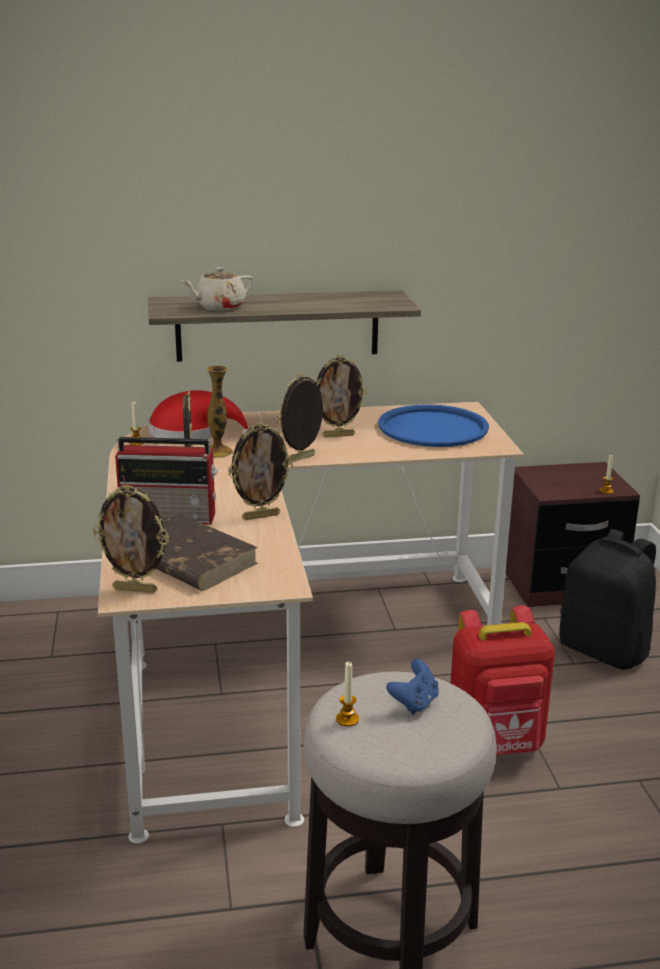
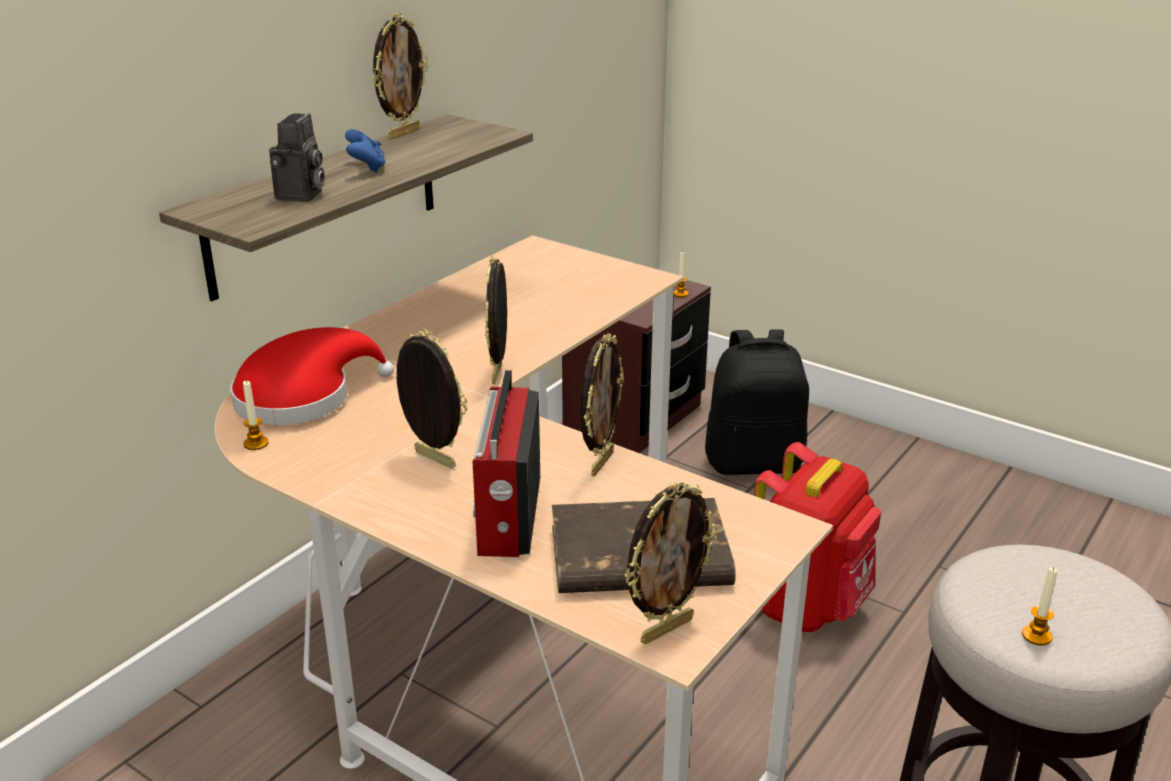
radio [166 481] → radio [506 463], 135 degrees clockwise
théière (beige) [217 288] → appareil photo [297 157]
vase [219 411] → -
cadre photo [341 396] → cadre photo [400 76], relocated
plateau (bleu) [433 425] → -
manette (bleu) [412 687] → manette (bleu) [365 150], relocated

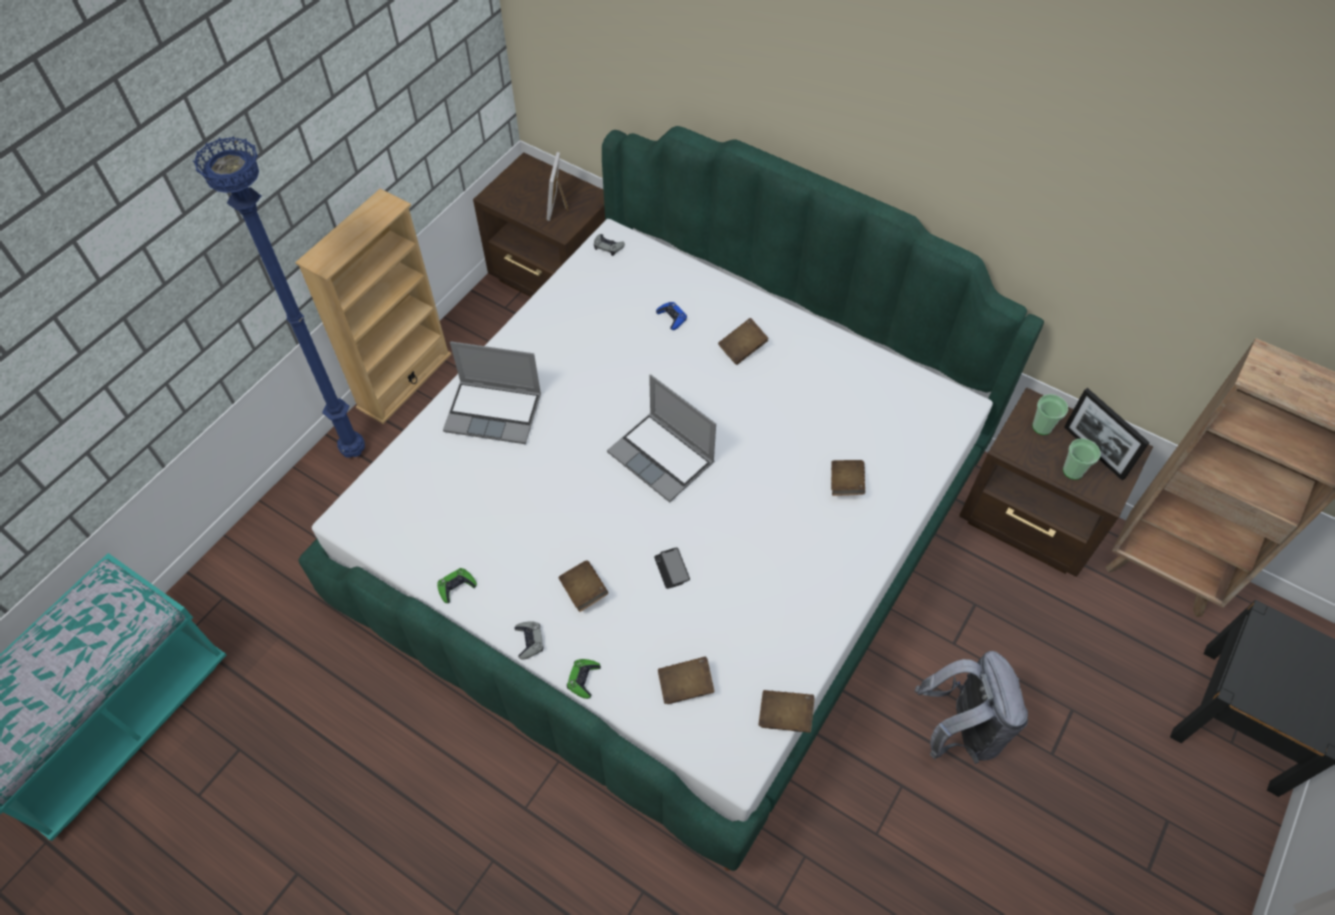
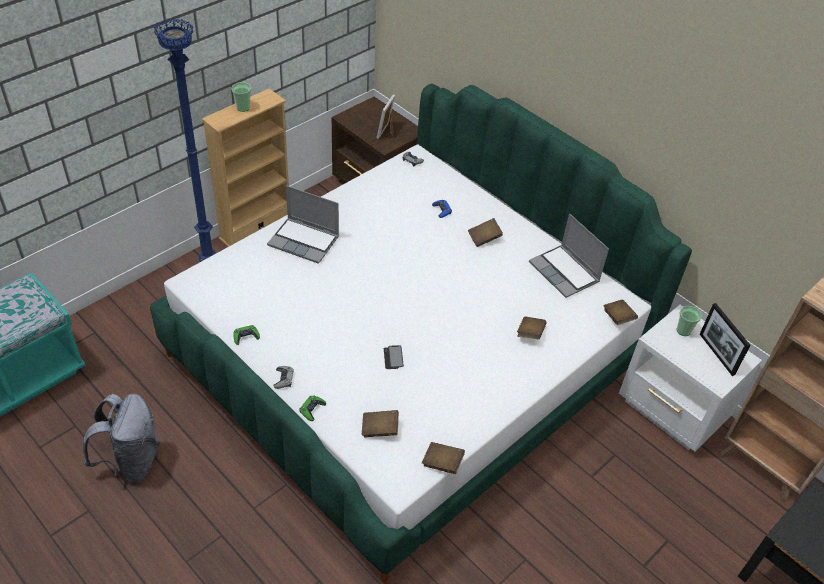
livre (marron) [583 586] → livre (marron) [620 312], relocated
ordinateur portable [661 438] → ordinateur portable [569 256], relocated
sac à dos (gris) [971 707] → sac à dos (gris) [121 438], relocated
table de chevet (marron) [1056 482] → table de chevet (blanc) [690 378]
tasse [1082 459] → tasse [241 97], relocated

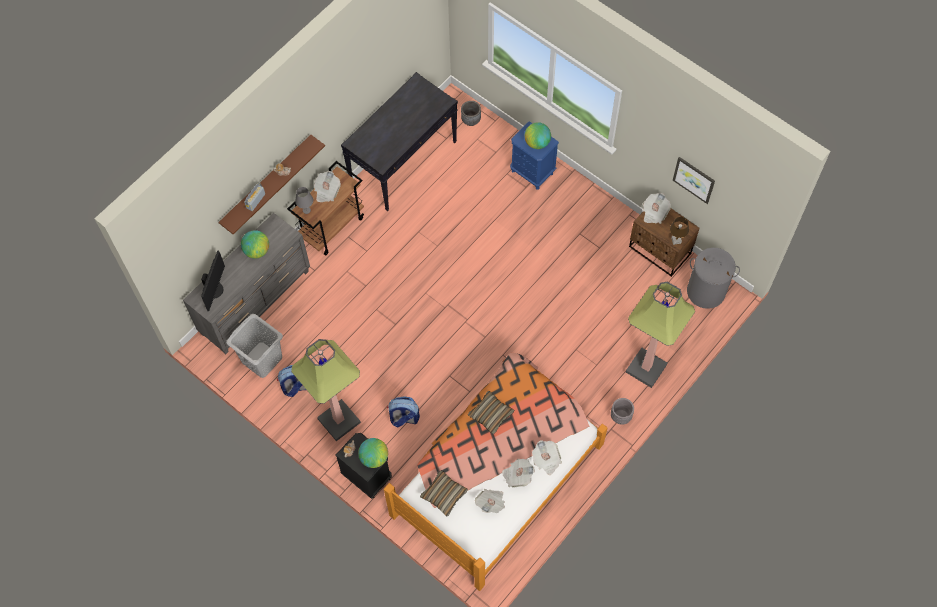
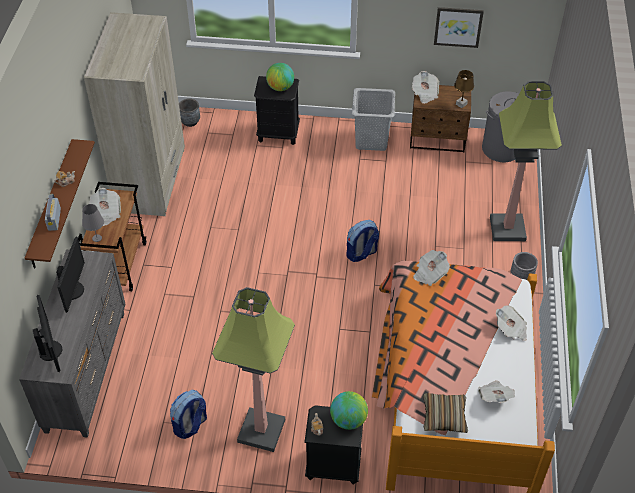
panier à linge (gris) [254 346] → panier à linge (gris) [373 119], relocated
globe [255 244] → écran d'ordinateur [70 275]
table console (noir) [399 141] → armoire (beige) [134 114]
sac à dos [403 411] → sac à dos [362 241], relocated
coussin [491 412] → -
journal [518 473] → journal [431 268], relocated
table de chevet (bleu) [534 155] → table de chevet (noir) [277 110]

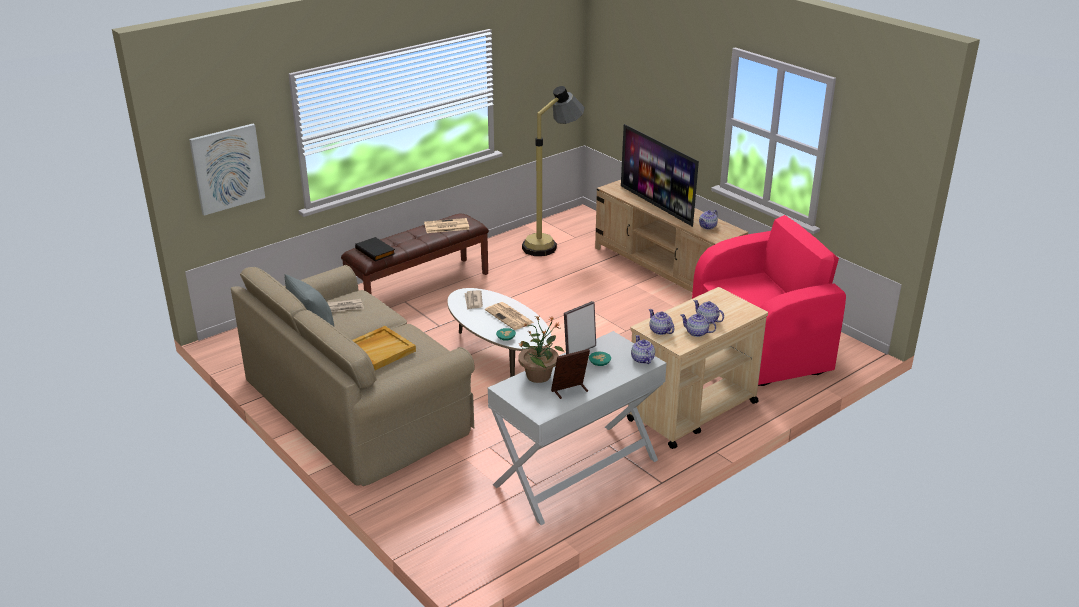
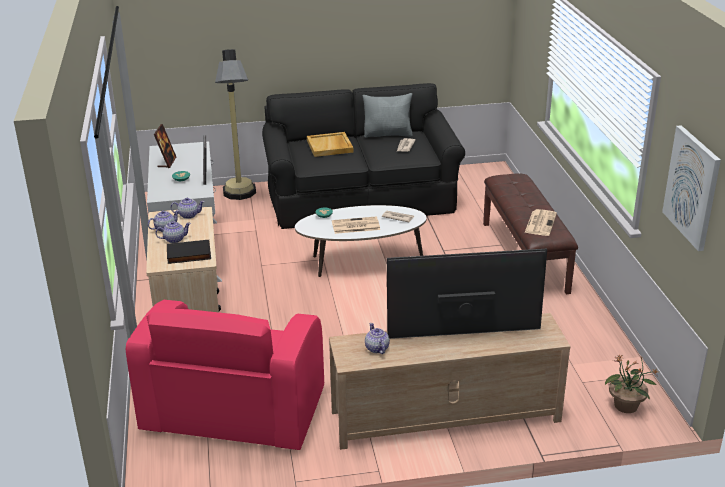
tableau [227 170] → tableau [691 188], relocated
canapé (beige) [352 375] → canapé (noir) [363 156]
livre (noir) [375 249] → livre (noir) [189 252], relocated
plante en pot [541 349] → plante en pot [631 383], relocated
lampadaire [553 171] → lampadaire [235 124], relocated
théière [643 349] → -

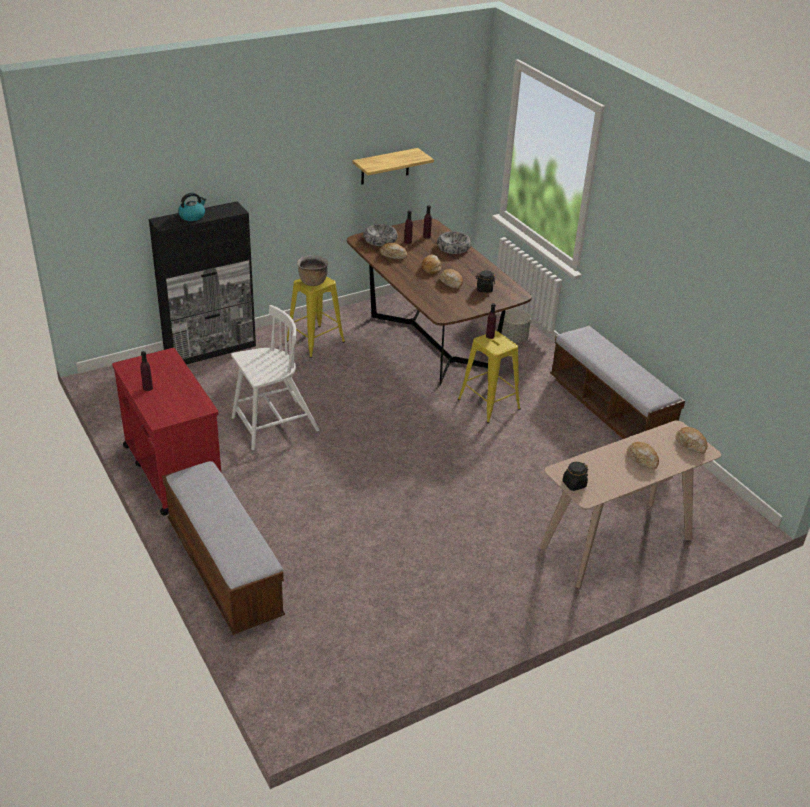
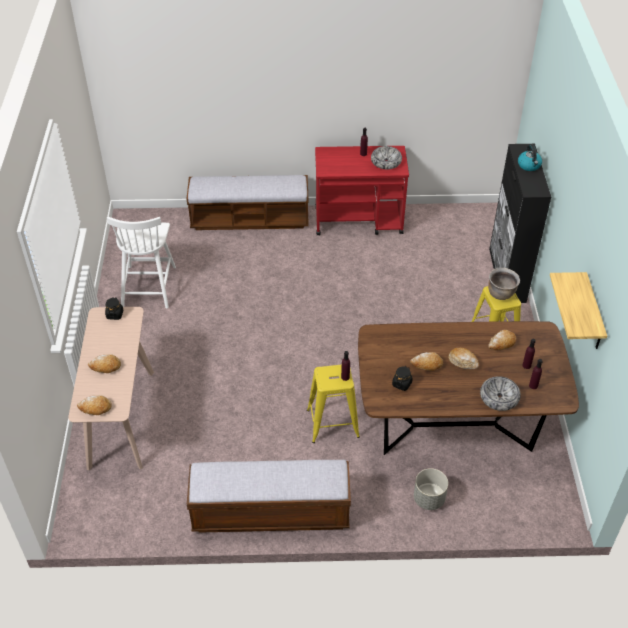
chaise (blanc) [275 377] → chaise (blanc) [141 263], relocated
bol [380 235] → bol [386 157], relocated

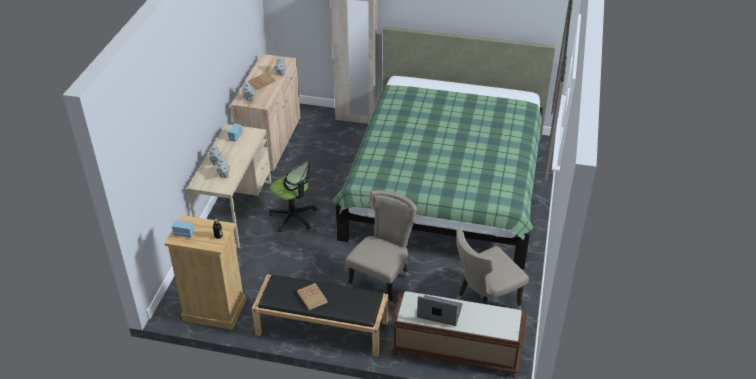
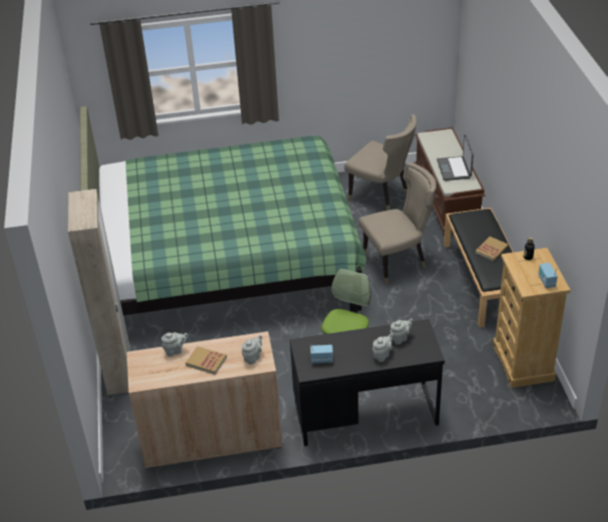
bureau (beige) [229 186] → bureau (noir) [367 382]
chaise (beige) [381 248] → chaise (beige) [397 223], 150 degrees clockwise

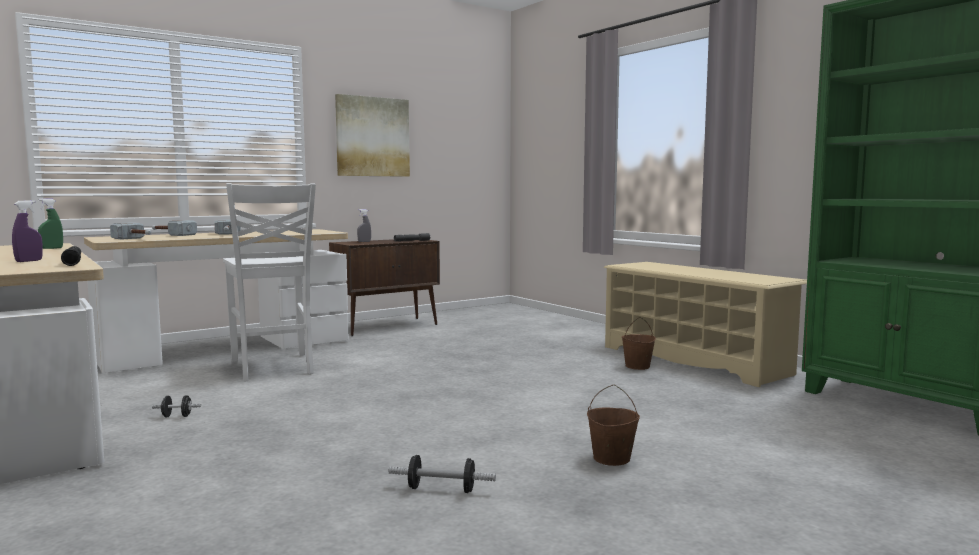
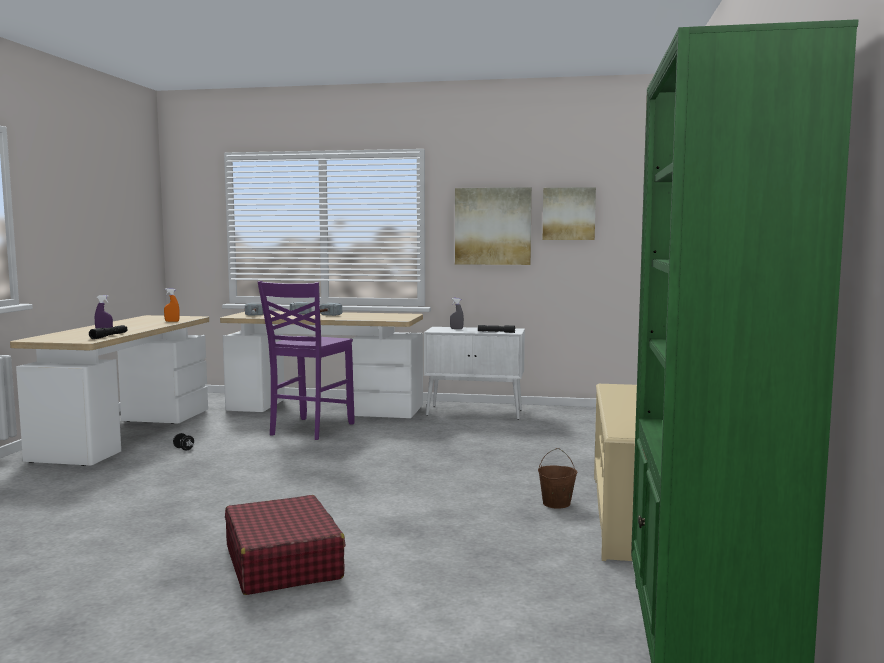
vaporisateur (vert) [50 223] → vaporisateur (orange) [172 305]
chaise (blanc) [269 282] → chaise (violet) [306 360]
meuble de rangement (marron) [384 287] → meuble de rangement (blanc) [474 373]
haltère [442 474] → -
seau (marron) [613 425] → valise (rouge) [285 545]
- → tableau [569 213]

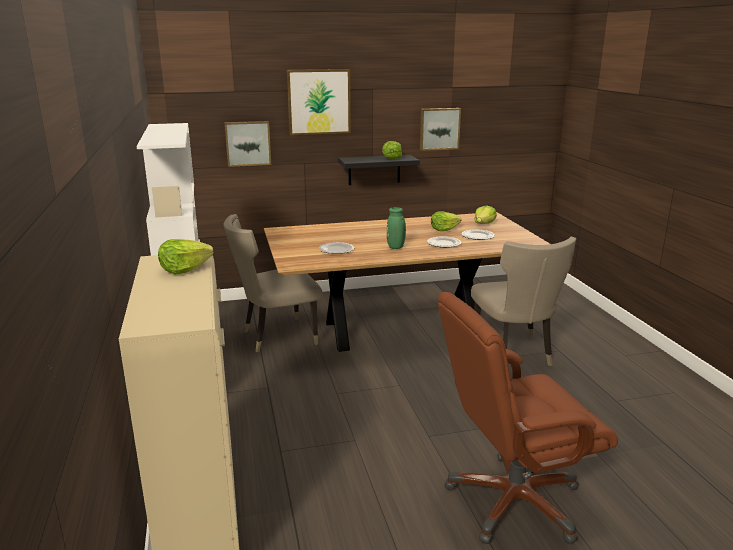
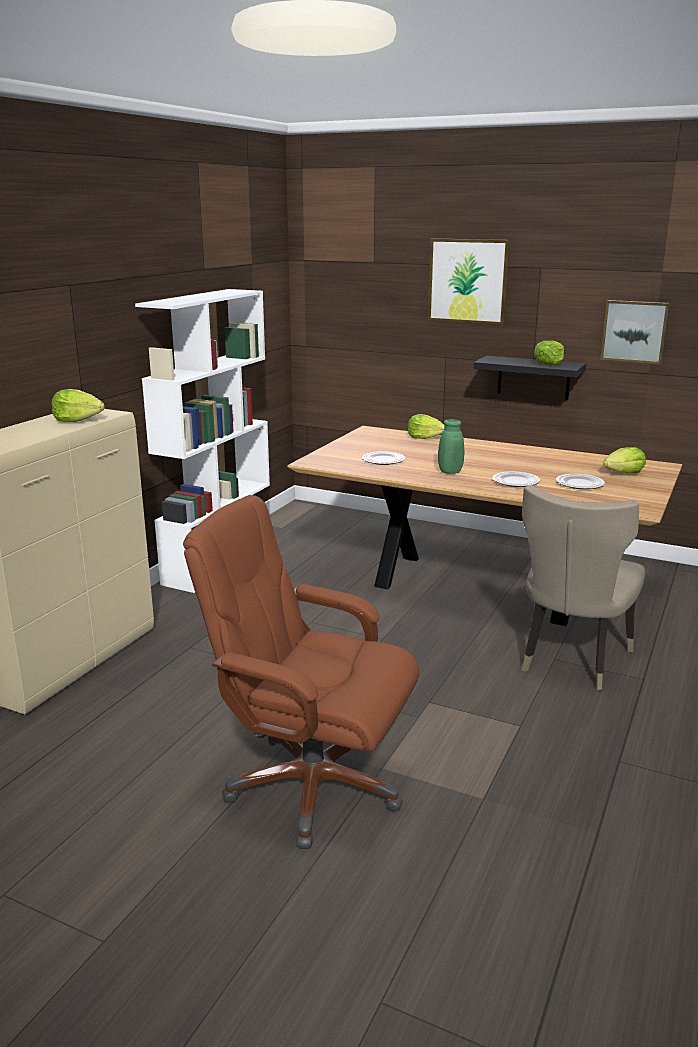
chaise (beige) [272 283] → -
tableau [248 144] → -
laitue [446 221] → laitue [426 426], relocated

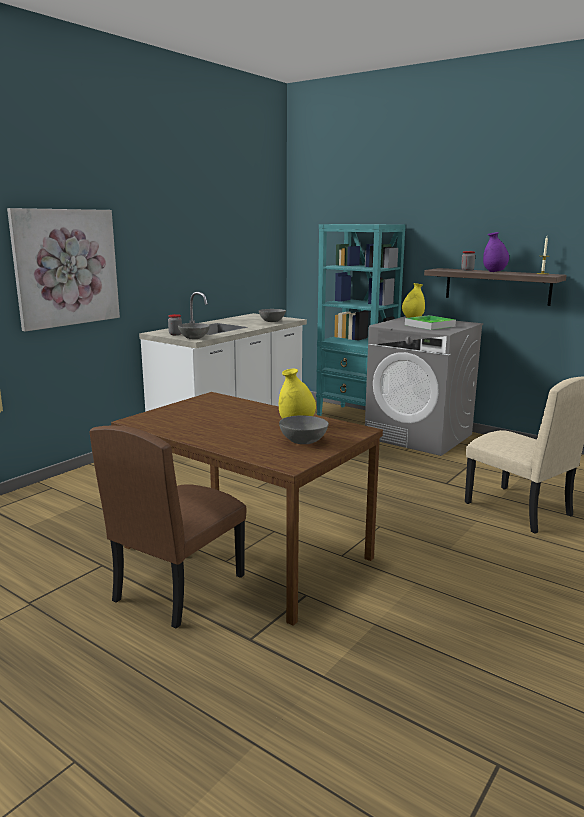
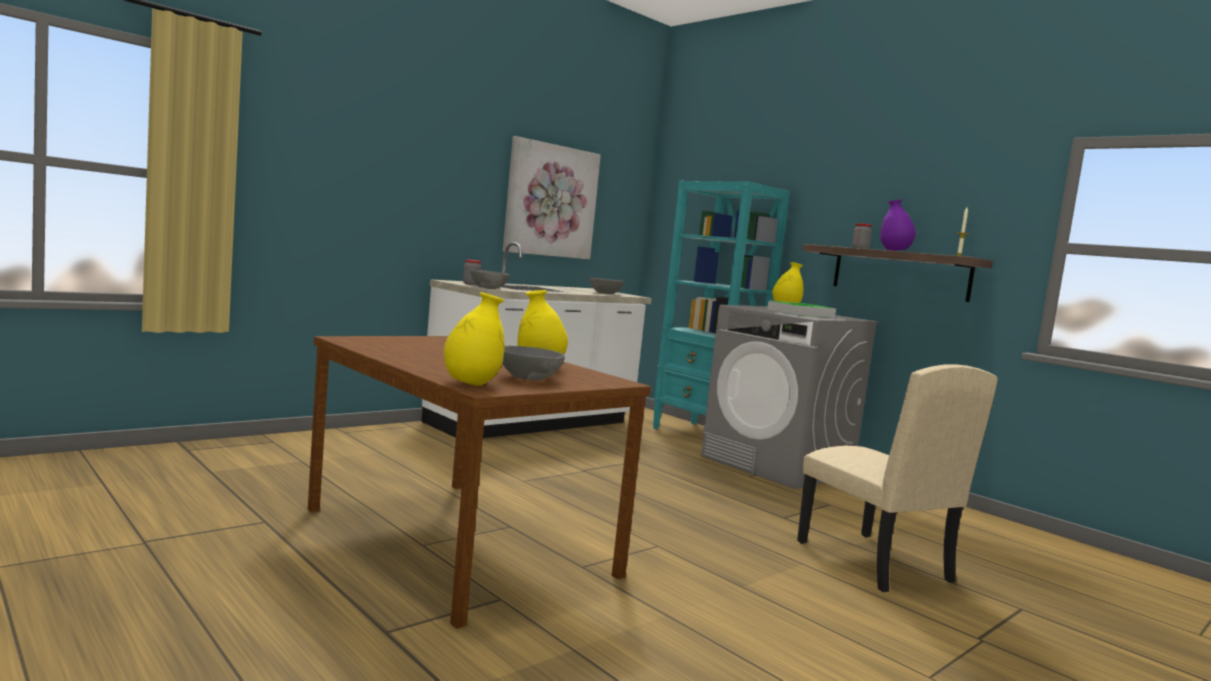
tableau [63 270] → tableau [552 197], relocated
chaise (marron) [168 527] → -
- → vase (jaune) [474 339]

